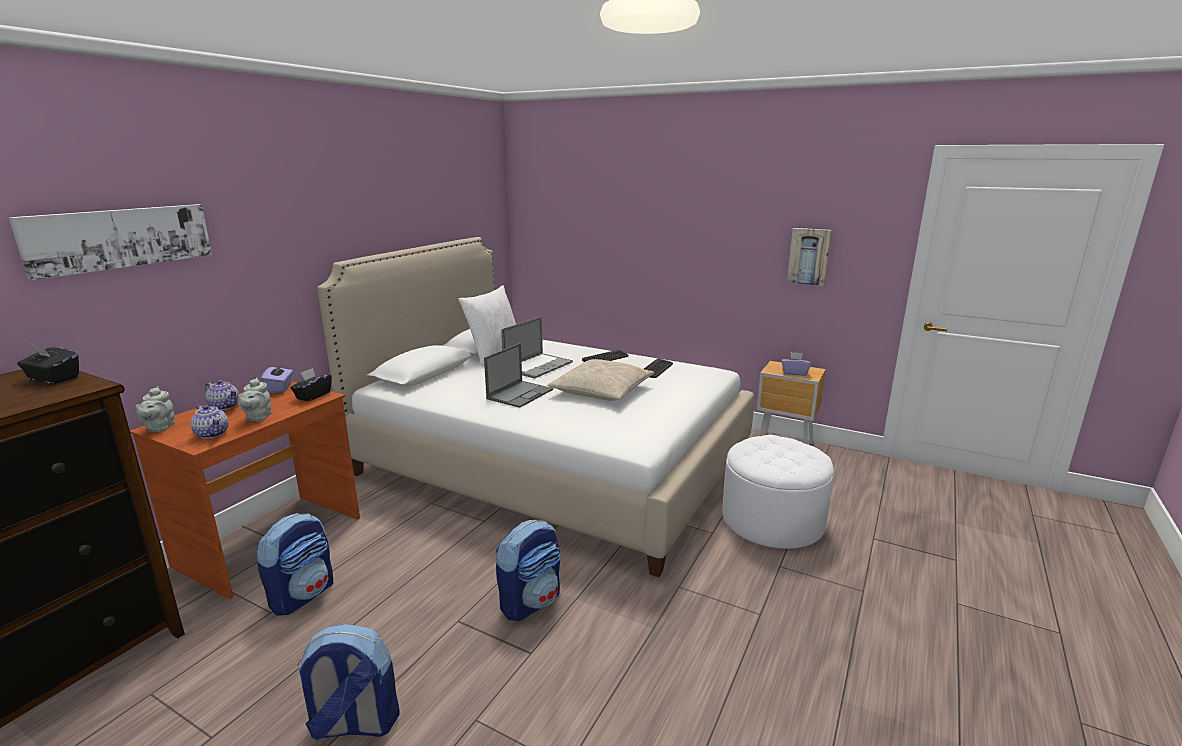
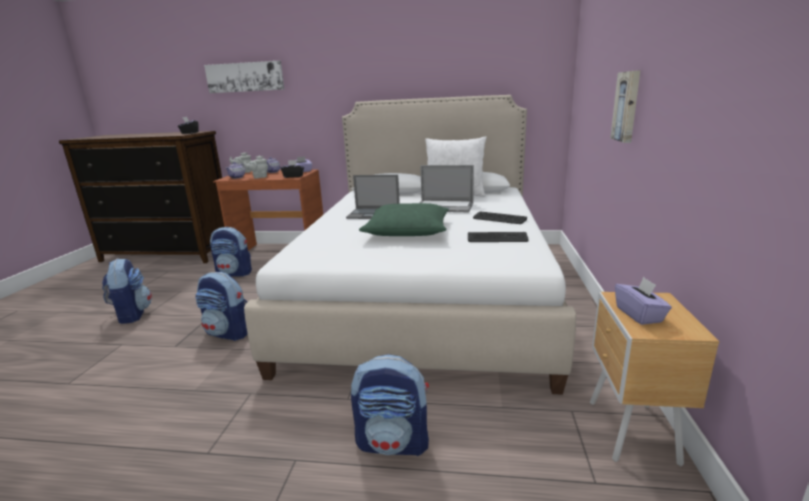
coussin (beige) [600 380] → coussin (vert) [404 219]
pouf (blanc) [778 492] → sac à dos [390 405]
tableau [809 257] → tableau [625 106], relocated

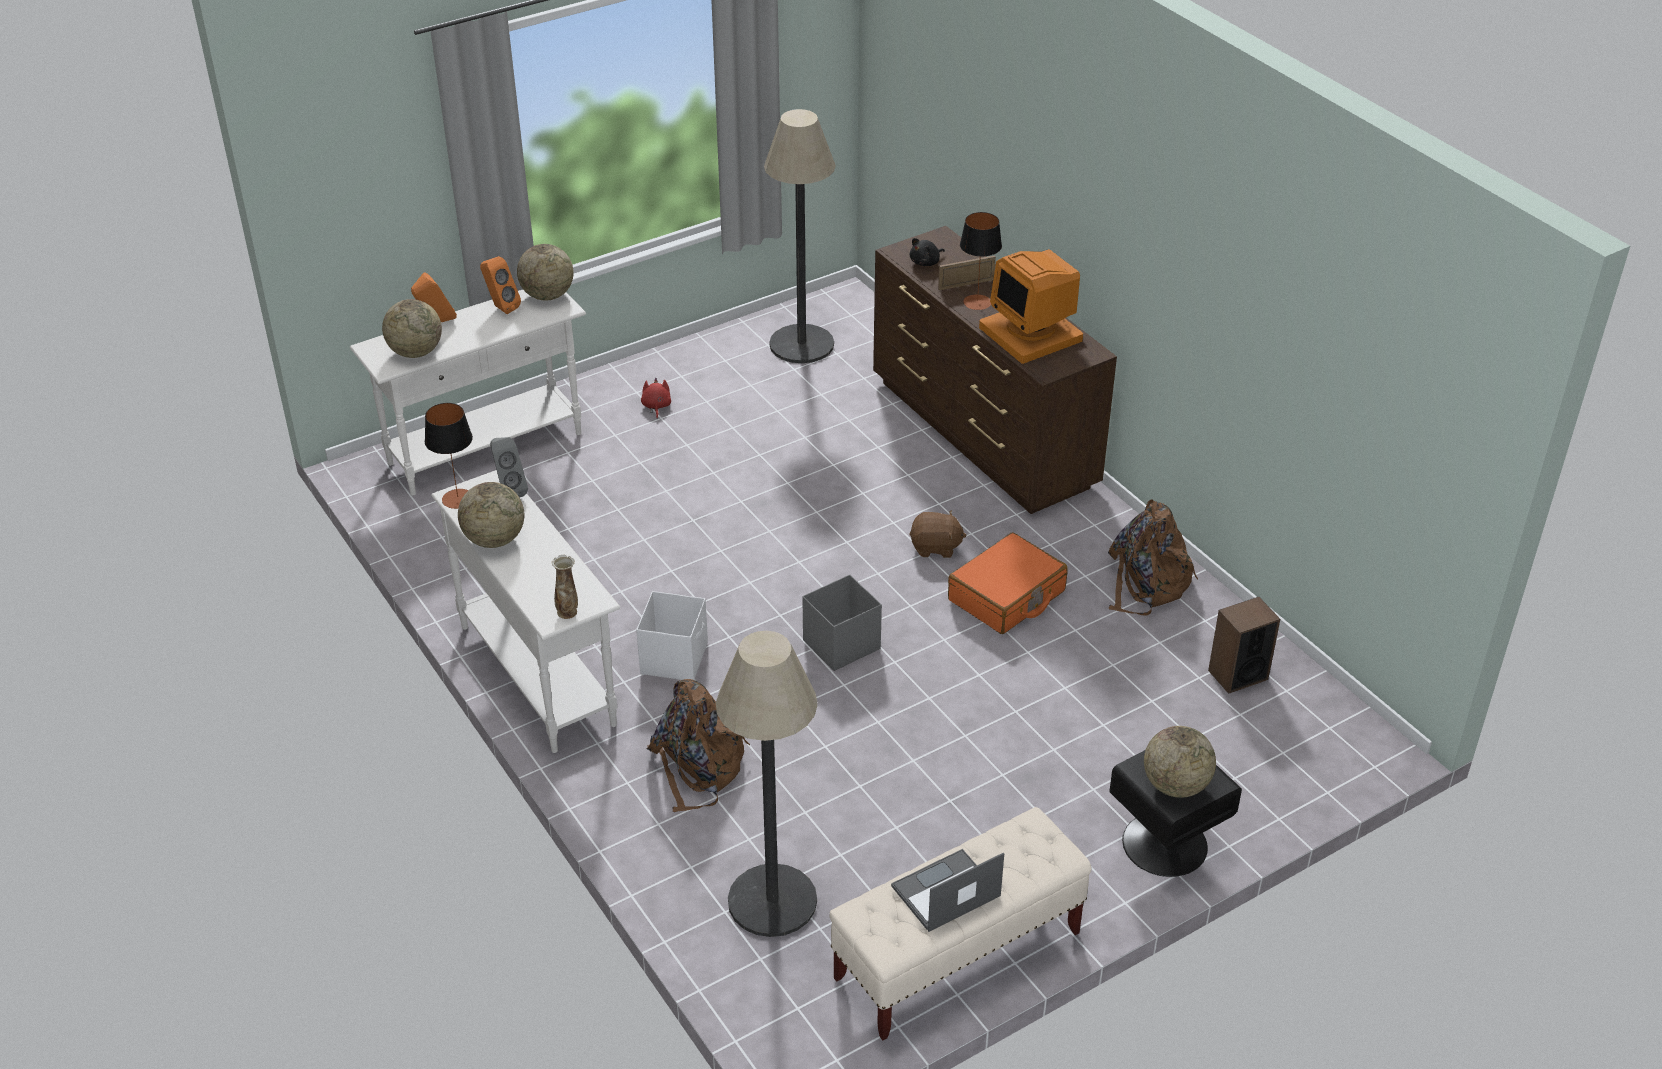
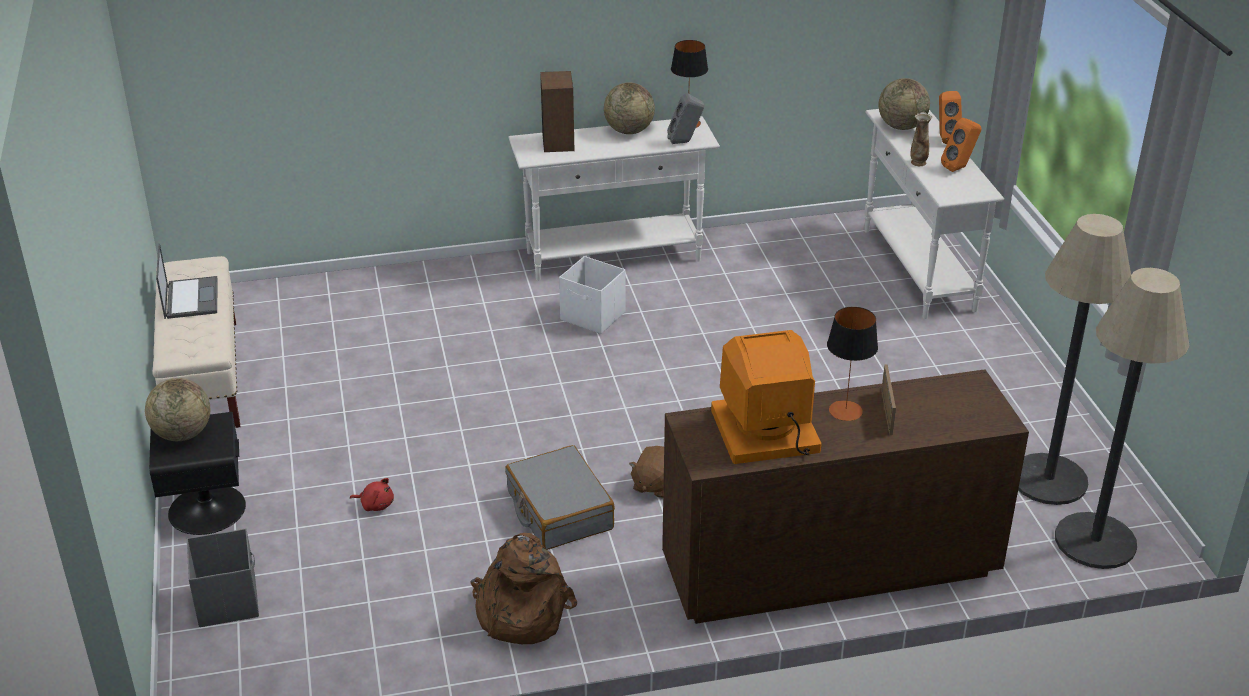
globe [545 272] → -
vase [565 587] → vase [921 139], relocated
peluche (rouge) [656 398] → peluche (rouge) [372 494], relocated
sac à dos (marron) [698 745] → -
lampadaire [767 784] → lampadaire [1122 418], relocated
boîte de rangement (gris) [842 623] → boîte de rangement (gris) [223 577], relocated
peluche (noir) [927 252] → -
valise (orange) [1007 583] → valise (gris) [560 497]
enceinte [1244 645] → enceinte [557 111], relocated

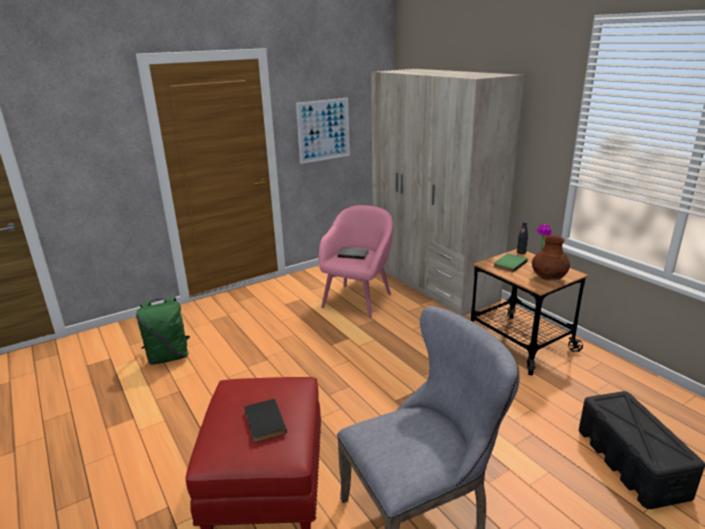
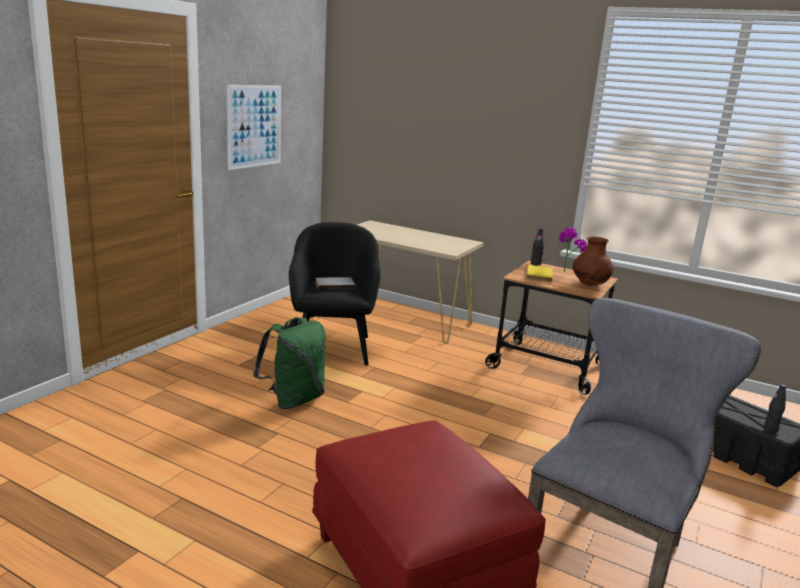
sac à dos (vert) [163 330] → sac à dos (vert) [289 363], relocated
livre (noir) [265 420] → -
fauteuil (rose) [356 261] → fauteuil (noir) [335 293]
armoire (beige) [447 192] → table console (beige) [420 282]
livre (vert) [510 263] → livre (jaune) [539 273]
- → bouteille (noir) [774 409]

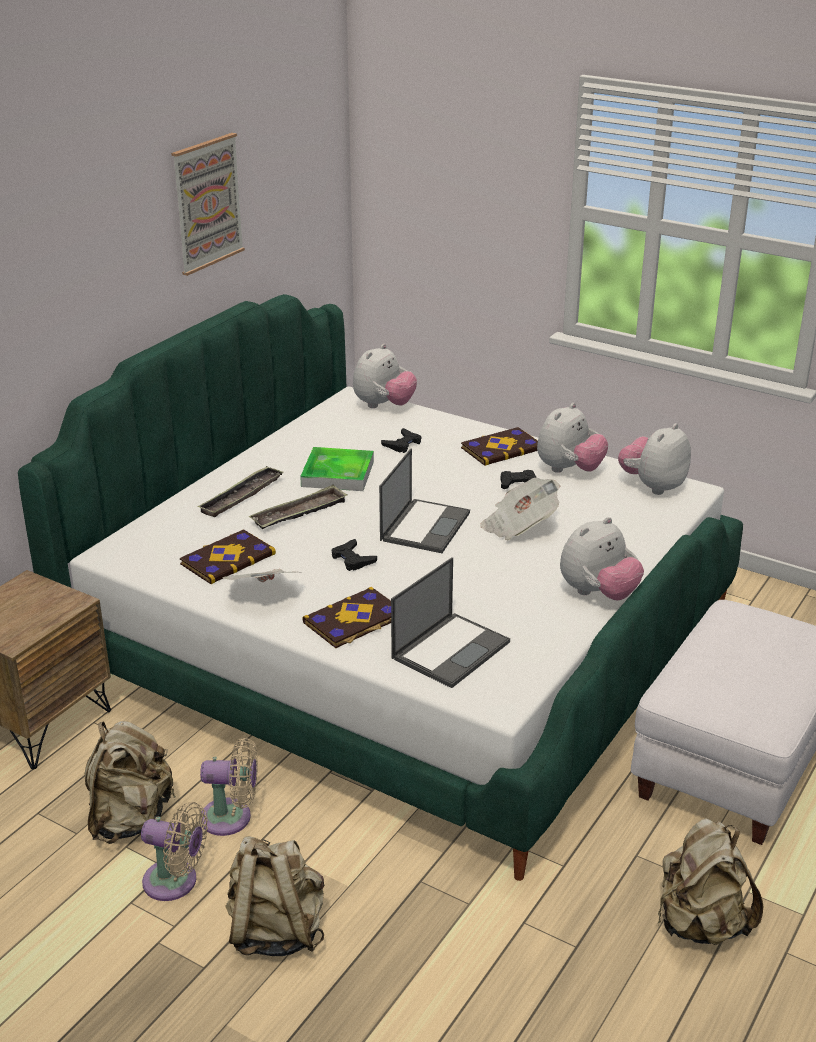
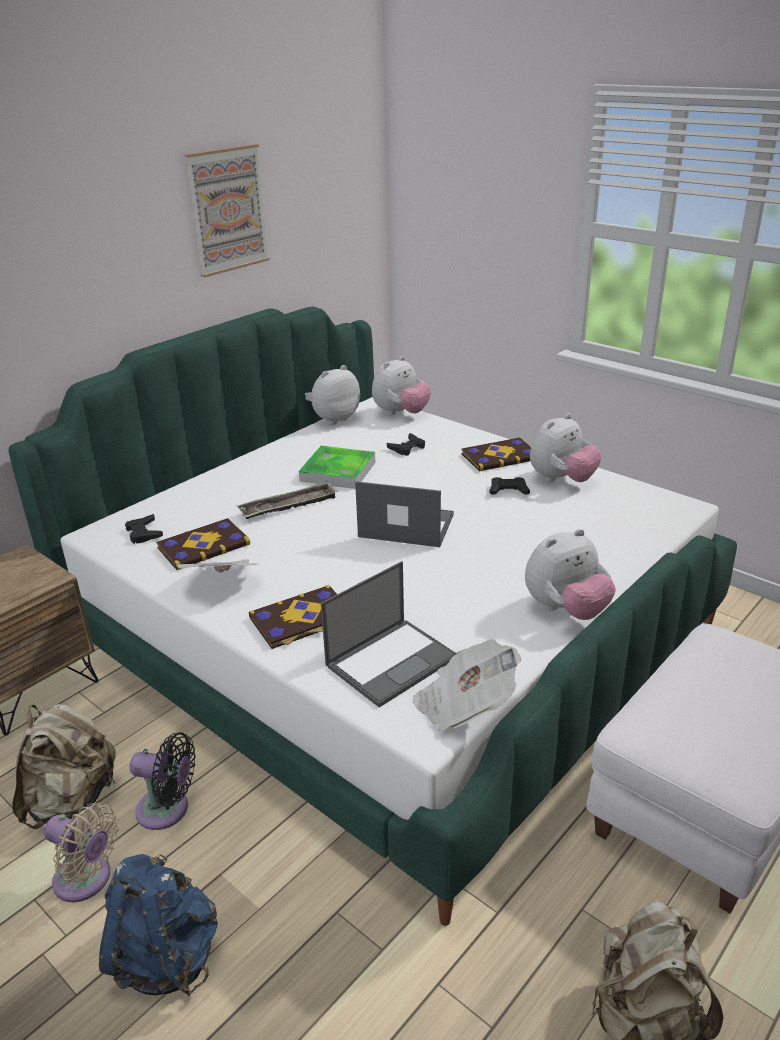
plateau [240 491] → -
ventilateur (beige) [229 787] → ventilateur (noir) [163 781]
sac à dos (beige) [274 896] → sac à dos (bleu) [158 925]
manette (noir) [354 555] → manette (noir) [144 529], relocated
ordinateur portable [424 501] → ordinateur portable [404 514], 105 degrees counterclockwise
journal [520 508] → journal [466 685], relocated
peluche [654 459] → peluche [332 395], relocated

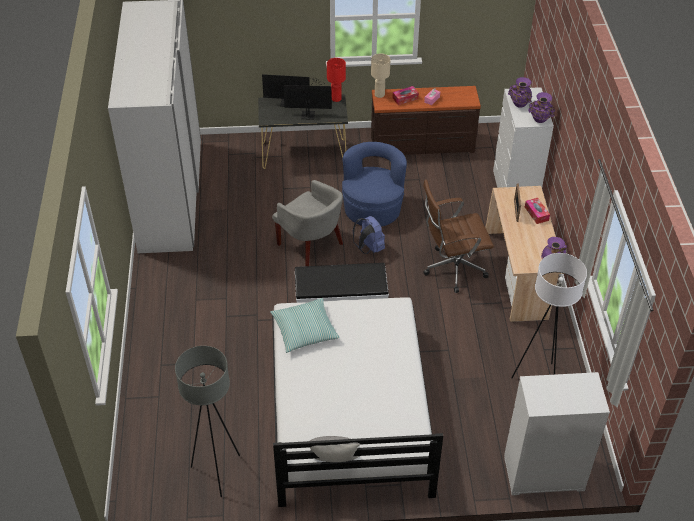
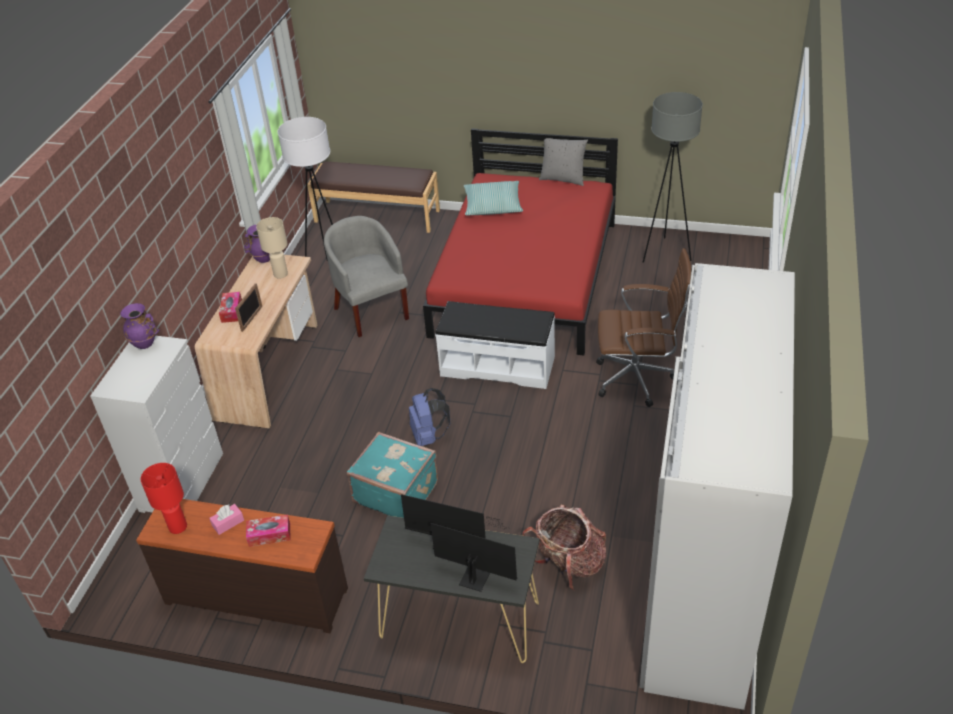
coussin [305 325] → coussin [493 198], relocated
fauteuil (gris) [307 223] → fauteuil (gris) [366 276], relocated
lit (blanc) [357 402] → lit (rouge) [520 242]
lampe de table (rouge) [336 80] → lampe de table (rouge) [164 498], relocated
fauteuil (bleu) [374 184] → valise (turquoise) [392 475]
lampe de table (beige) [380 76] → lampe de table (beige) [272 248], relocated
chaise de bureau (marron) [458 236] → chaise de bureau (marron) [643 327], relocated
commode (blanc) [557 433] → banc (marron) [373 197]
vase (violet) [520 92] → -
- → sac à dos [564 548]

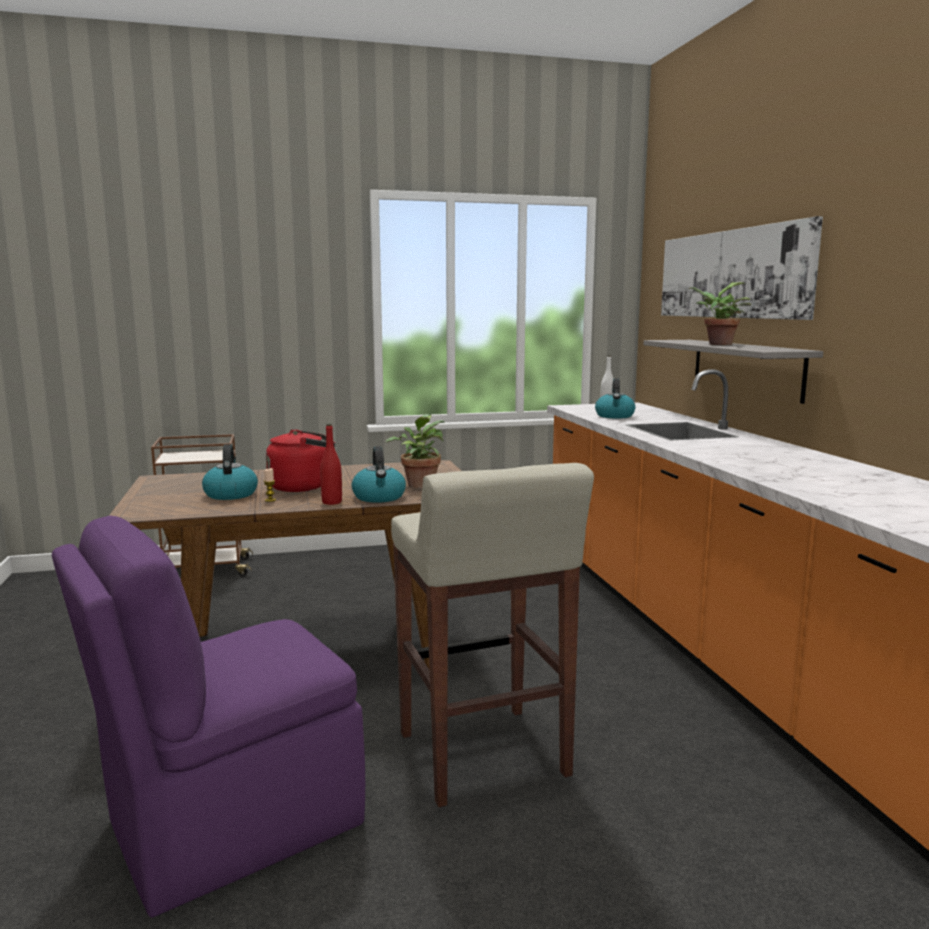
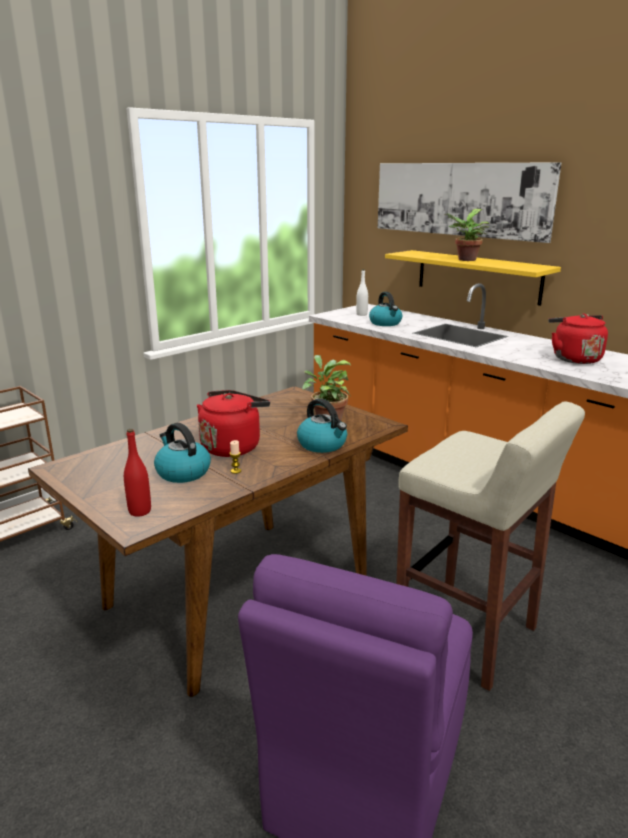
bouteille (rouge) [331 464] → bouteille (rouge) [137 473], relocated
étagère (gris) [733 372] → étagère (jaune) [473 278]
- → bouilloire (rouge) [578 339]

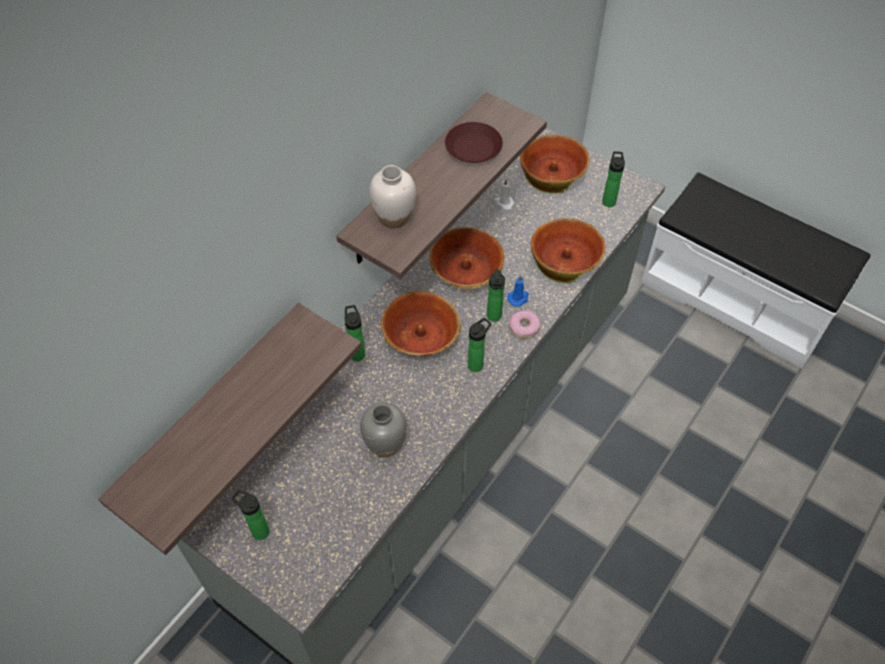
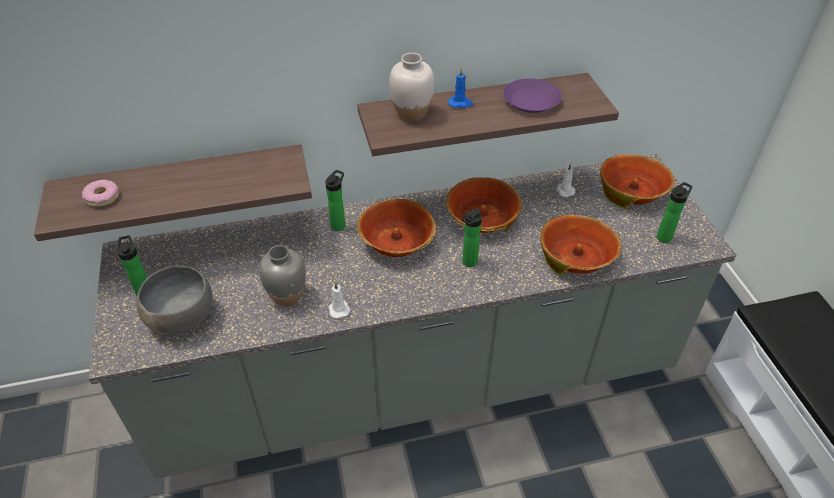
assiette (marron) [474 142] → assiette (violet) [532 95]
bouteille [479 345] → -
bougie (bleu) [518 290] → bougie (bleu) [460 88], relocated
beignet [525 324] → beignet [100 193], relocated
- → bol (gris) [174 300]
- → bougie (blanc) [339 300]

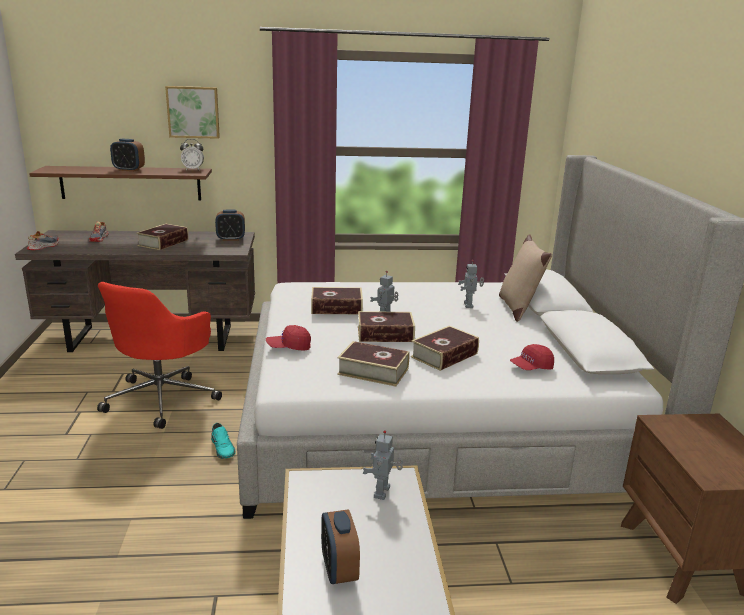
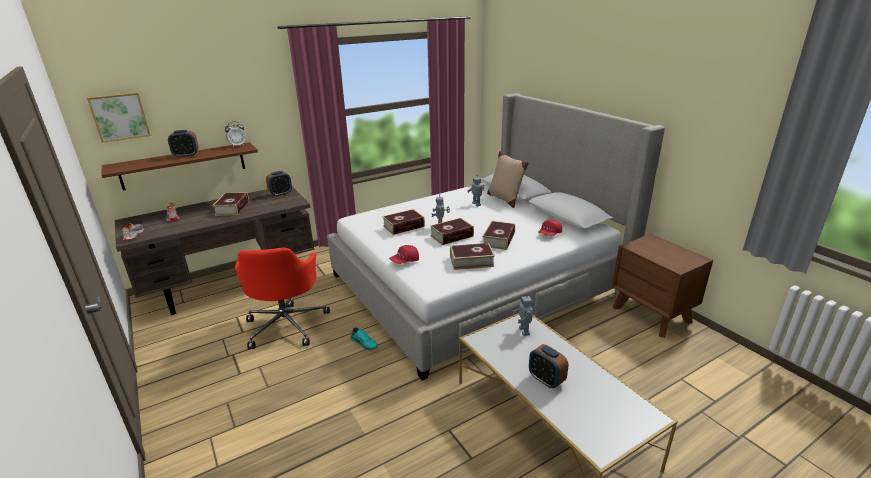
tableau [192 112] → tableau [119 117], relocated

